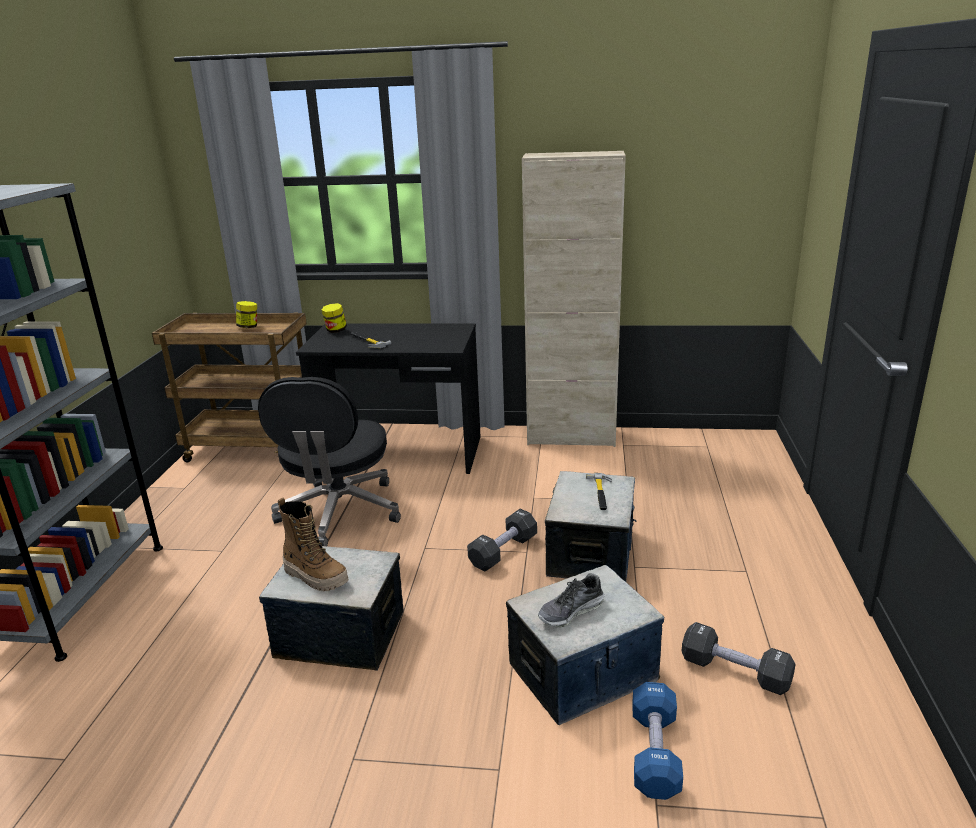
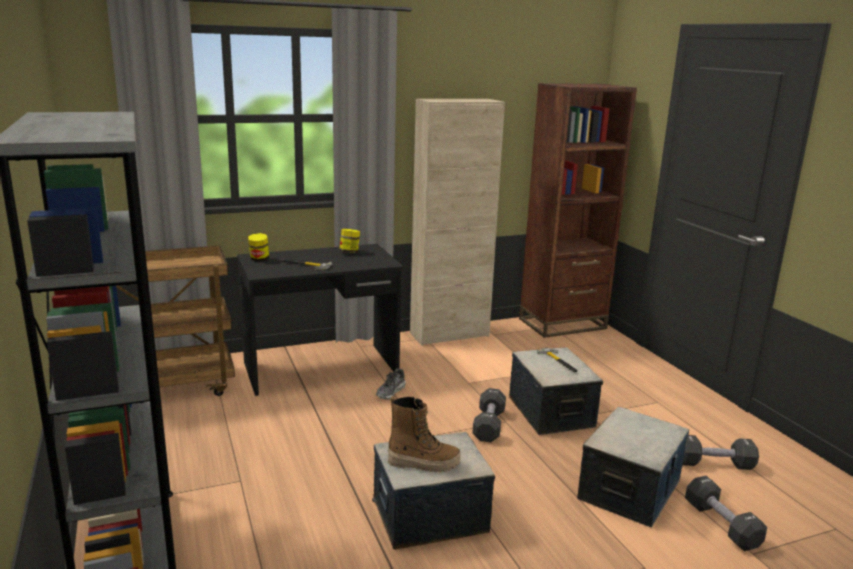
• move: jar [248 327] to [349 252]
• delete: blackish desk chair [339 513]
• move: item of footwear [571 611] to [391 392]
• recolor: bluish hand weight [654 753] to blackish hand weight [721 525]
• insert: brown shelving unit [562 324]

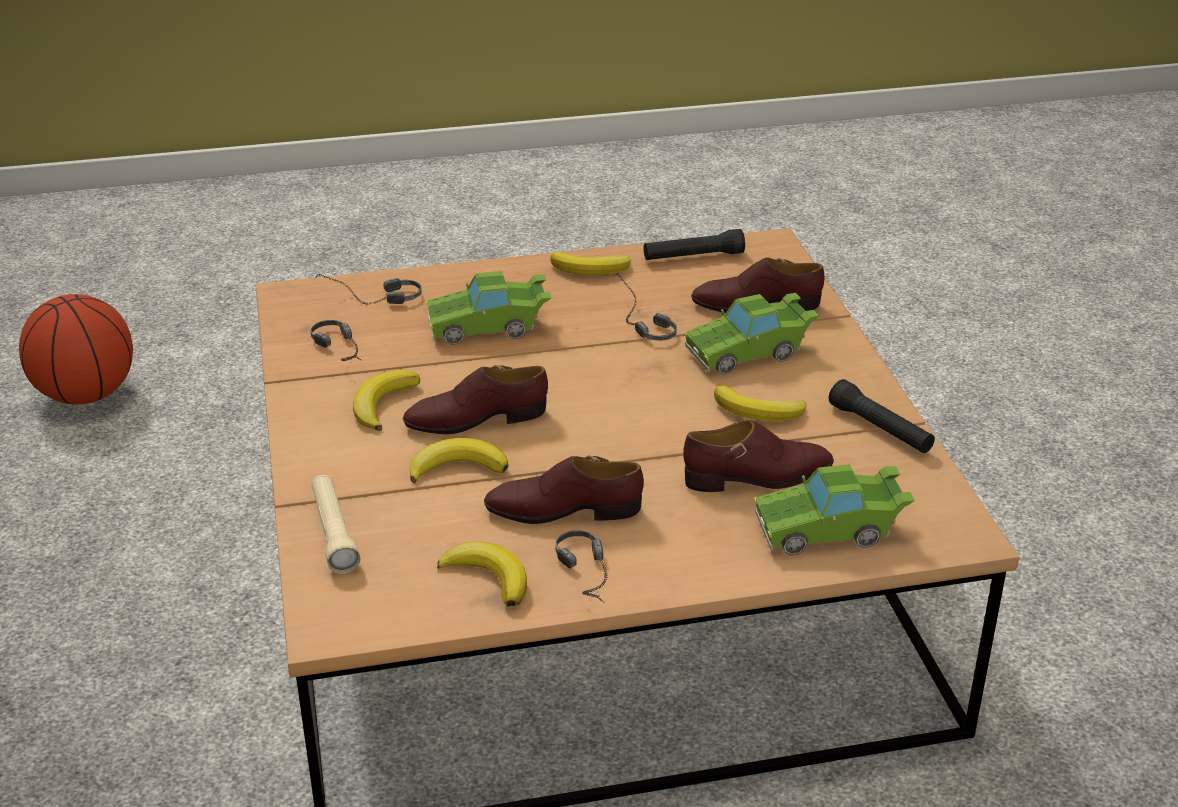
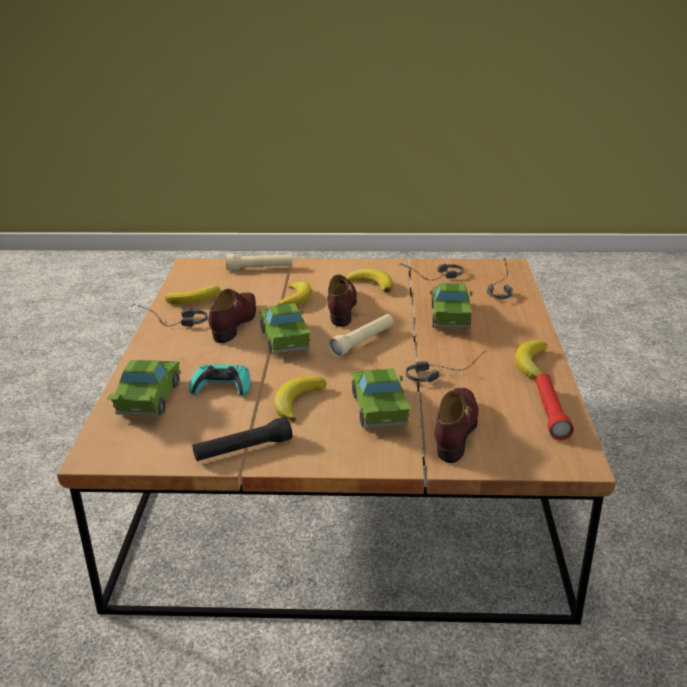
• recolor: blackish flashlight [693 257] to red flashlight [550 413]
• delete: ball for basketball [86 395]
• replace: brown item of footwear [758 477] to turquoise game controller [222 387]
• insert: greenish toy car [285 342]
• insert: beige-coloured flashlight [362 342]

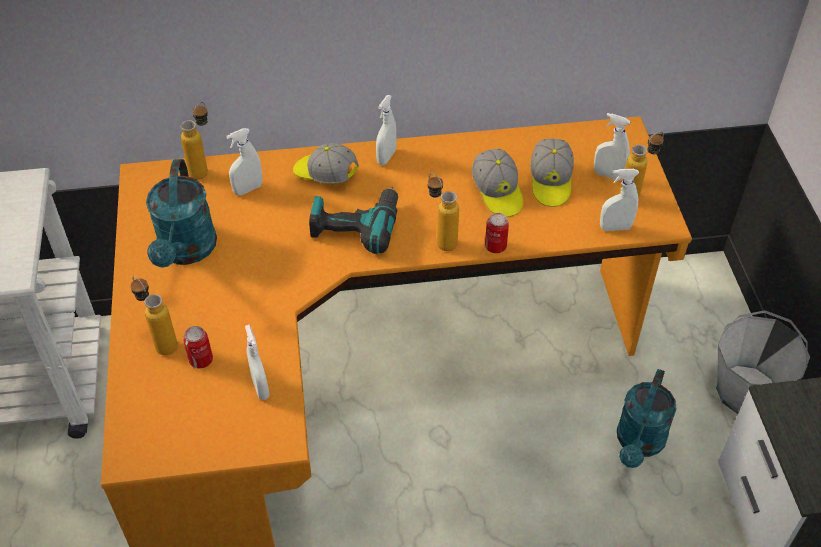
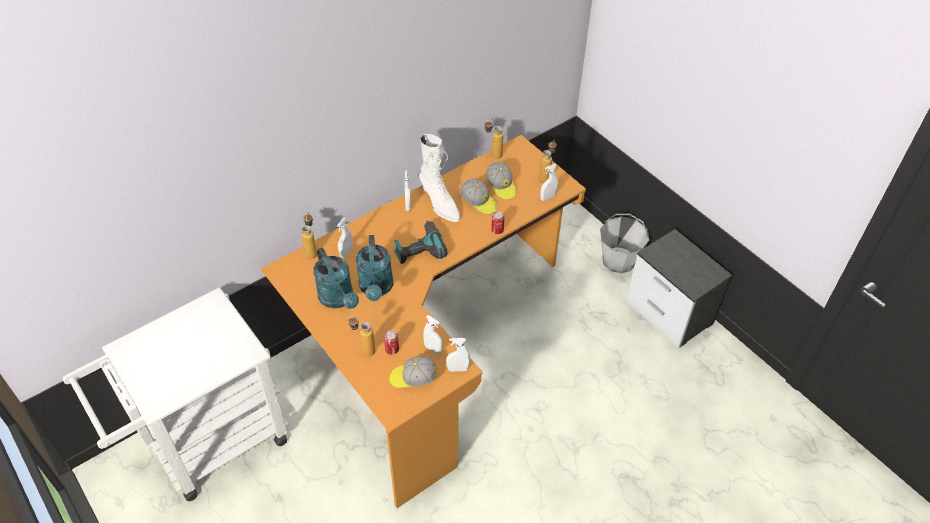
• move: white-coloured spray bottle [608 175] to [458 369]
• move: baseball cap [325 175] to [413 378]
• move: drink bottle [441 240] to [492 154]
• move: turquoise sprinkling can [639 443] to [376 288]
• insert: white-coloured high-top boot [439 203]

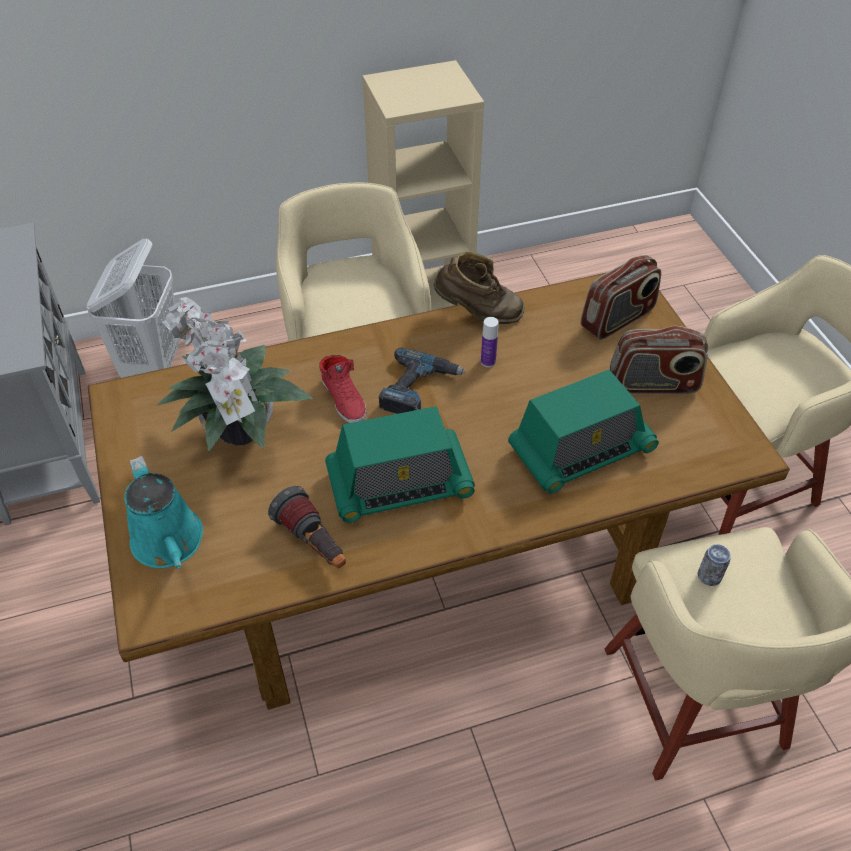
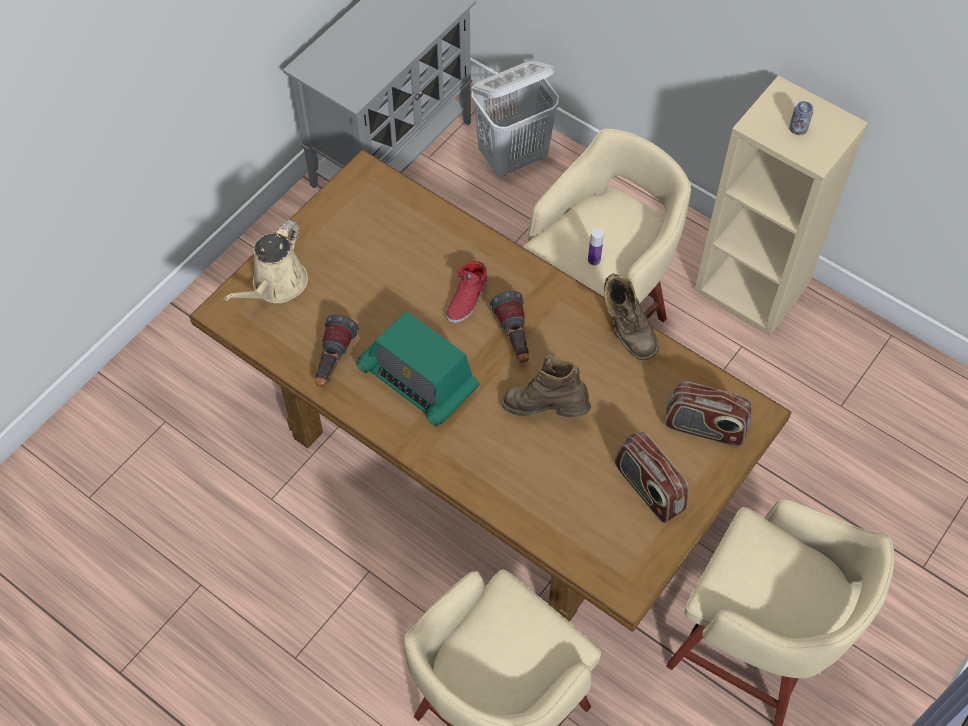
• delete: potted plant [240 437]
• move: drink bottle [488 361] to [594 260]
• replace: drill [419 389] to flashlight [514 338]
• delete: radio receiver [580 450]
• recolor: turquoise sprinkling can [169 544] to beige-coloured sprinkling can [276 285]
• move: can [709 576] to [798 129]
• insert: brown high-top boot [546 409]

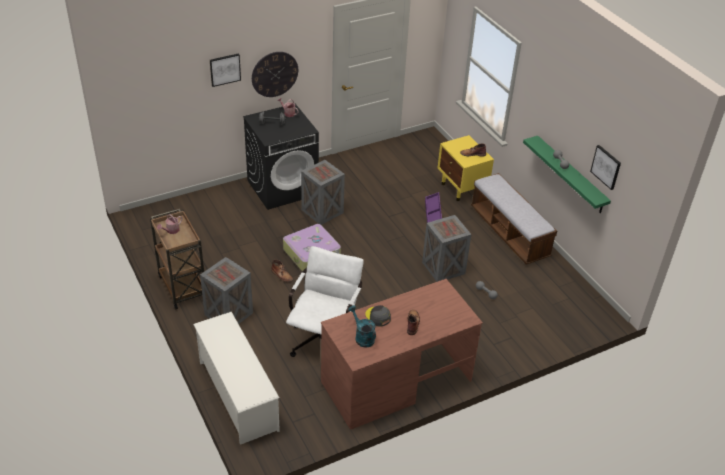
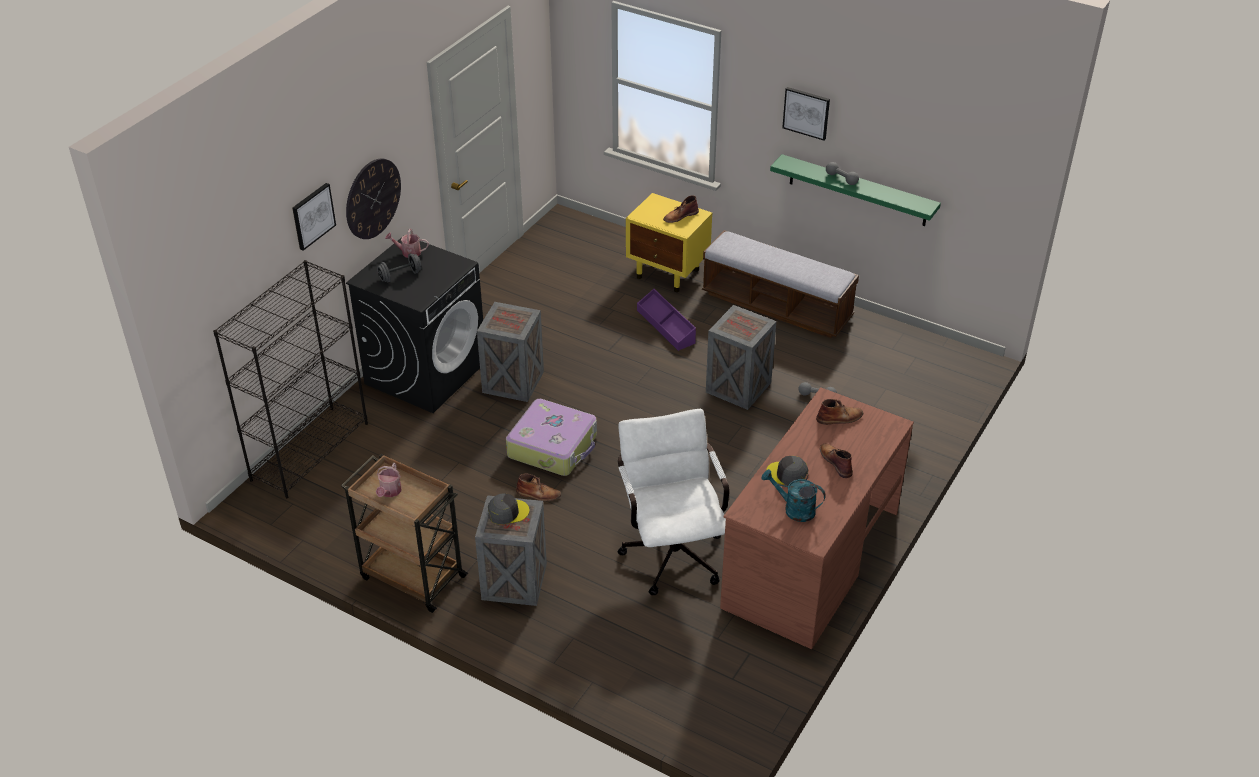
• move: wall picture [606 167] to [806 112]
• delete: white-coloured shoe rack [237 395]
• insert: blackish shelving unit [310 451]
• insert: brown high-top boot [840 418]
• insert: greyish baseball cap [507 512]

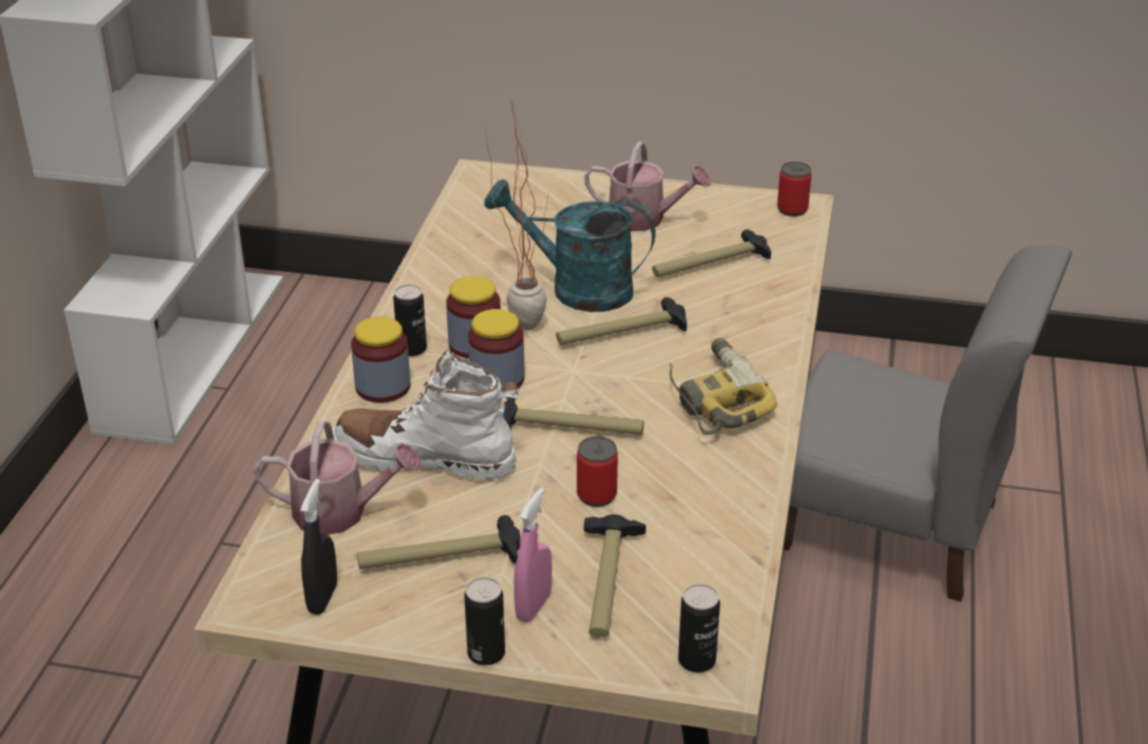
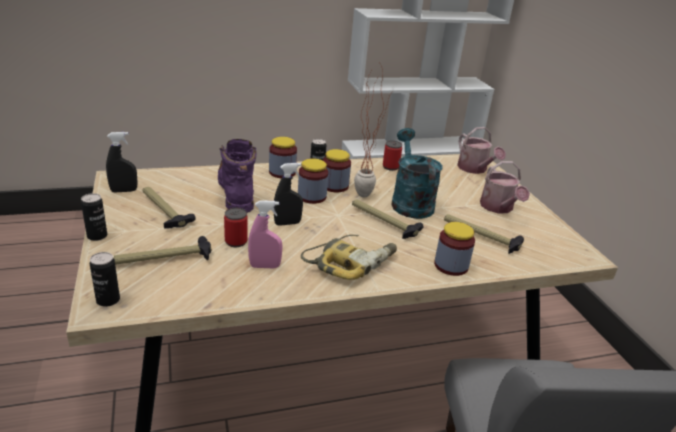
• move: can [792 209] to [390 167]
• recolor: white-coloured high-top boot [425 458] to purple high-top boot [236 192]
• replace: hammer [570 428] to blackish spray bottle [287 223]
• move: sprinkling can [340 512] to [474 169]
• move: pink spray bottle [533 606] to [265 266]
• insert: jar [451 266]

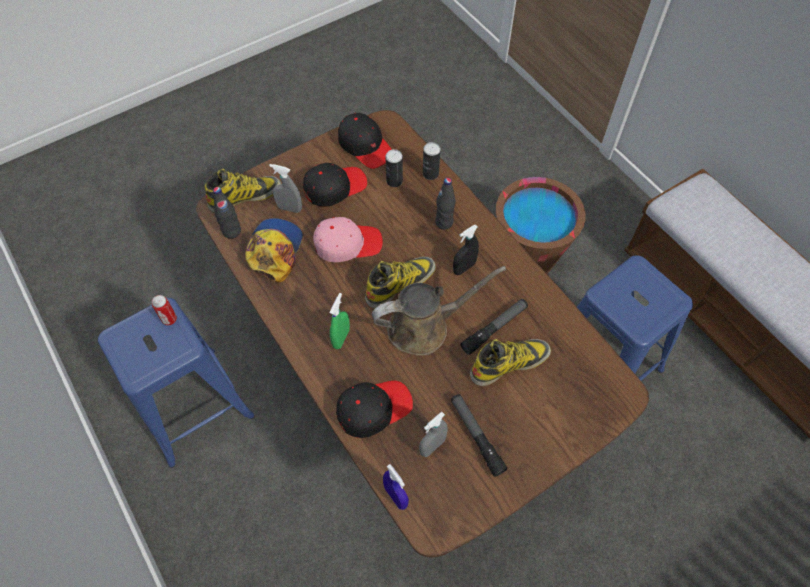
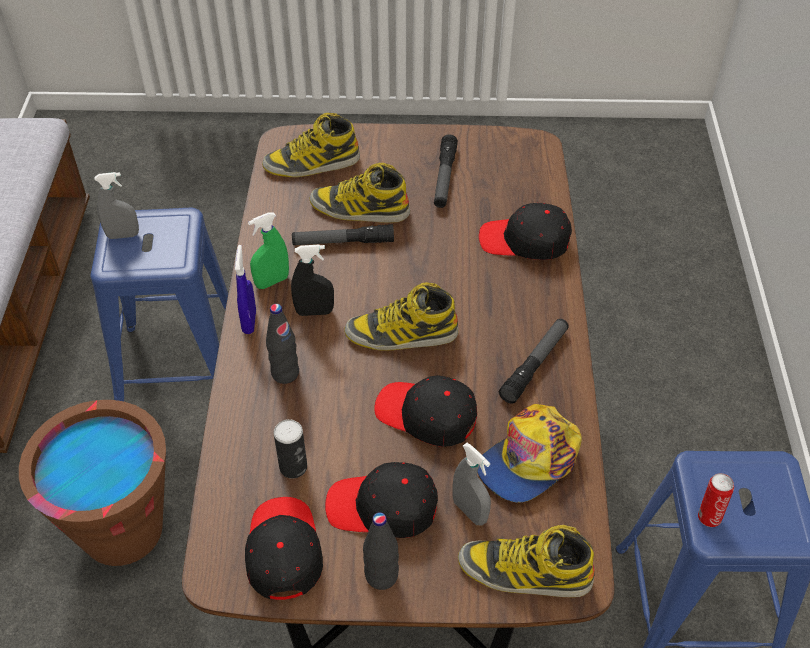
• delete: can [430 174]
• move: blackish drink bottle [232 231] to [381 576]
• recolor: pink baseball cap [347 243] to blackish baseball cap [426 415]
• delete: brown sprinkling can [424 327]
• move: greenish spray bottle [341 338] to [272 281]
• move: greyish spray bottle [432 446] to [123 235]
• move: bluish spray bottle [396 496] to [249 321]
• insert: high-top boot [312 164]
• insert: flashlight [534 364]

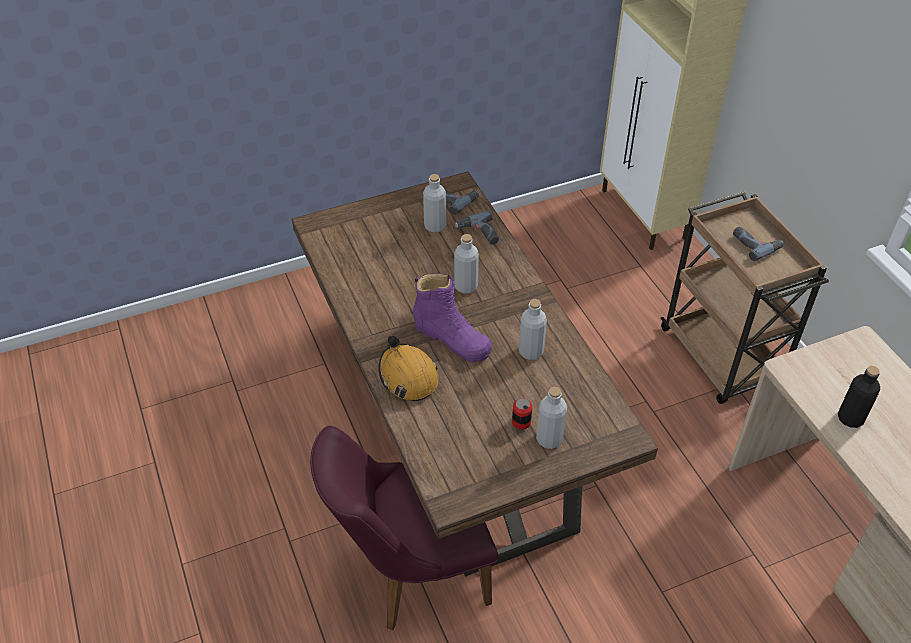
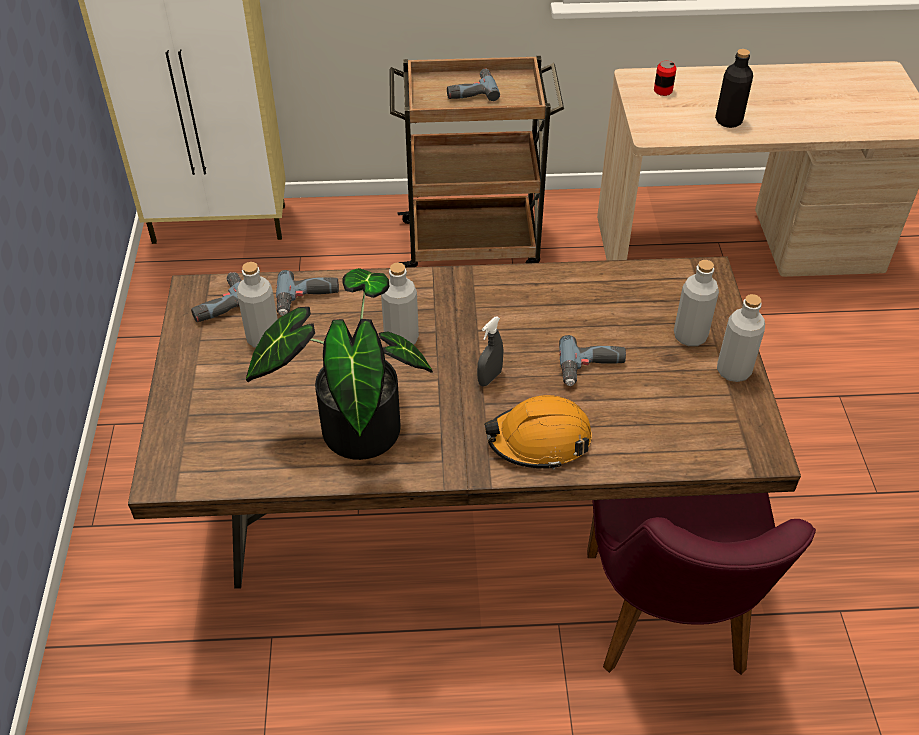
• replace: purple high-top boot [452 338] to greyish spray bottle [489 378]
• move: greyish drink bottle [531 351] to [733 371]
• move: can [521 422] to [663 90]
• insert: potted plant [353 426]
• insert: drill [591 368]

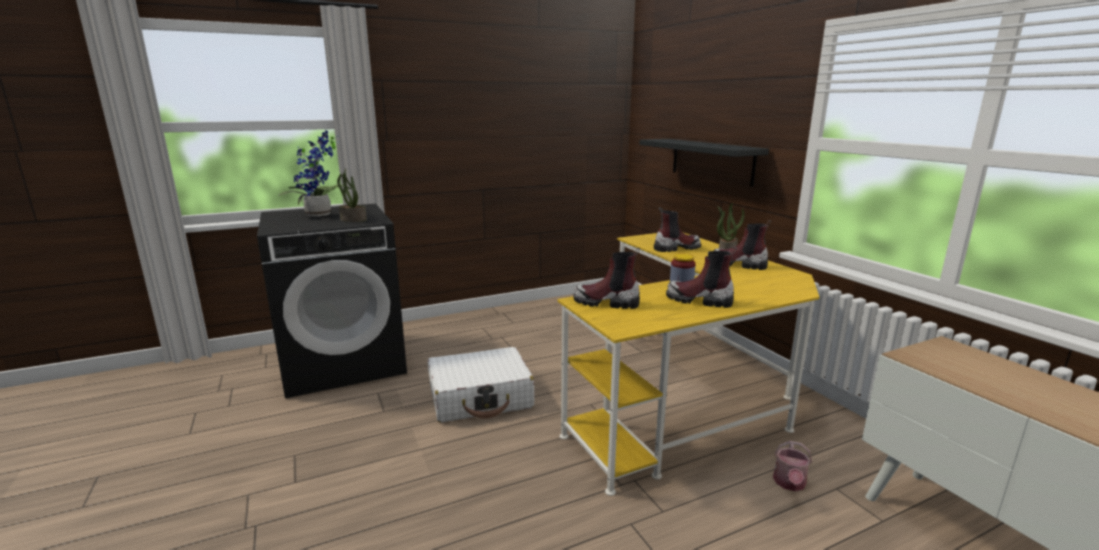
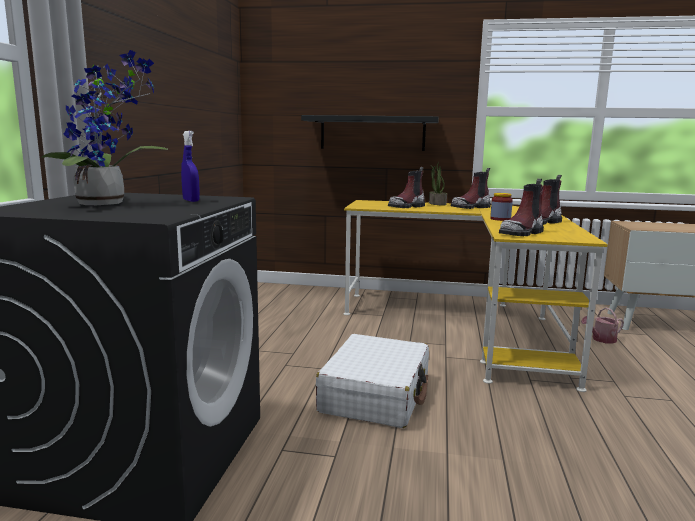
• replace: potted plant [353 220] to bluish spray bottle [191 201]
• rotate: high-top boot [676 248] = [407 206] 150 degrees counterclockwise
• rotate: sprinkling can [789 484] = [601 339] 105 degrees clockwise

